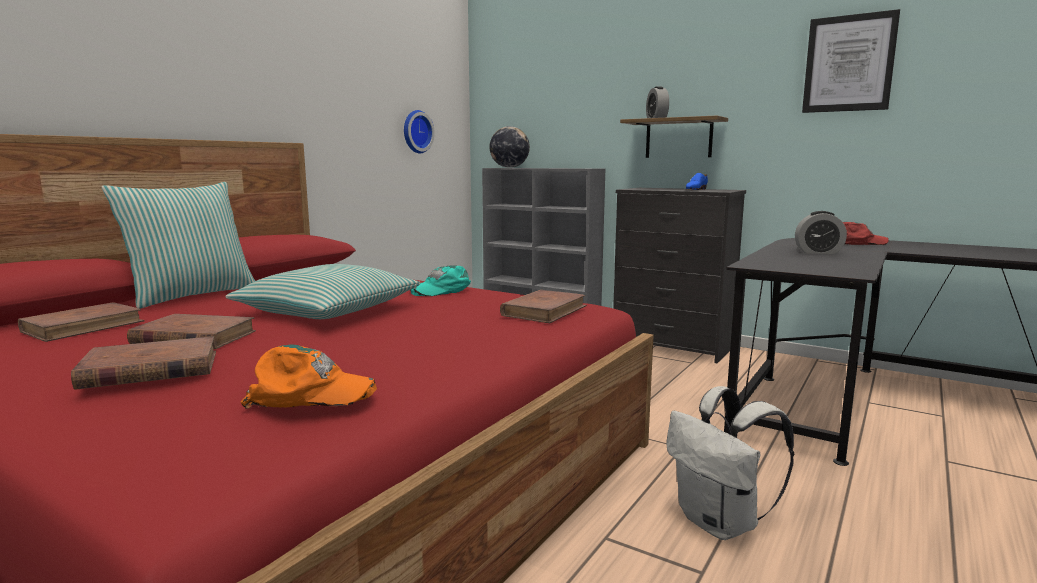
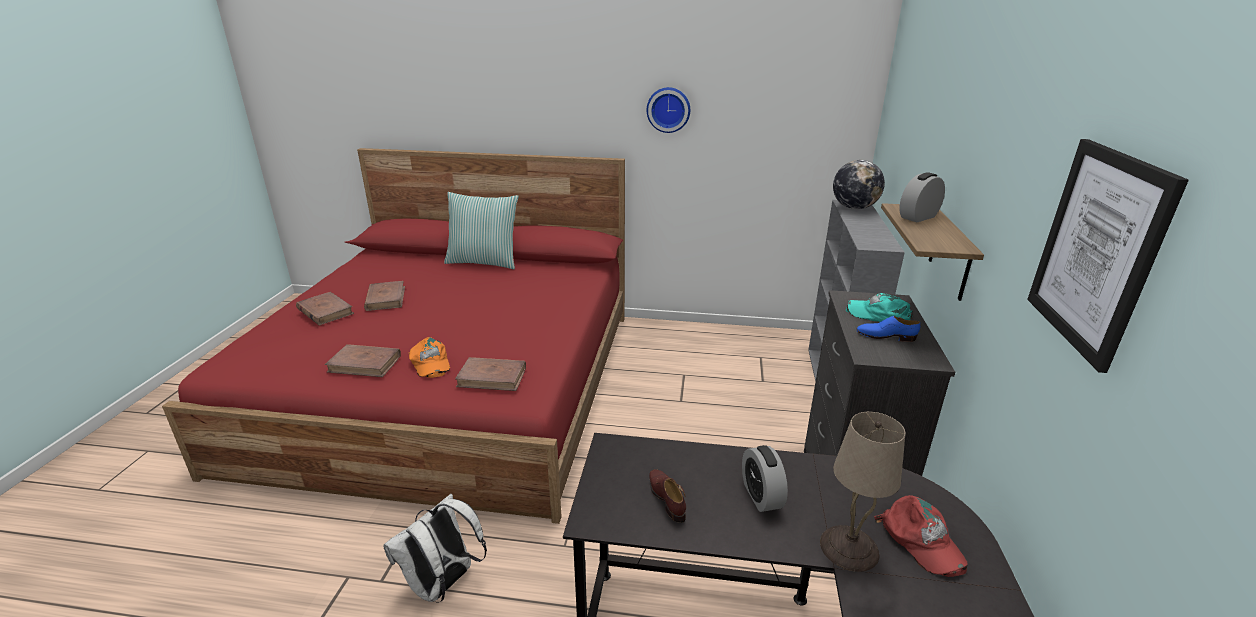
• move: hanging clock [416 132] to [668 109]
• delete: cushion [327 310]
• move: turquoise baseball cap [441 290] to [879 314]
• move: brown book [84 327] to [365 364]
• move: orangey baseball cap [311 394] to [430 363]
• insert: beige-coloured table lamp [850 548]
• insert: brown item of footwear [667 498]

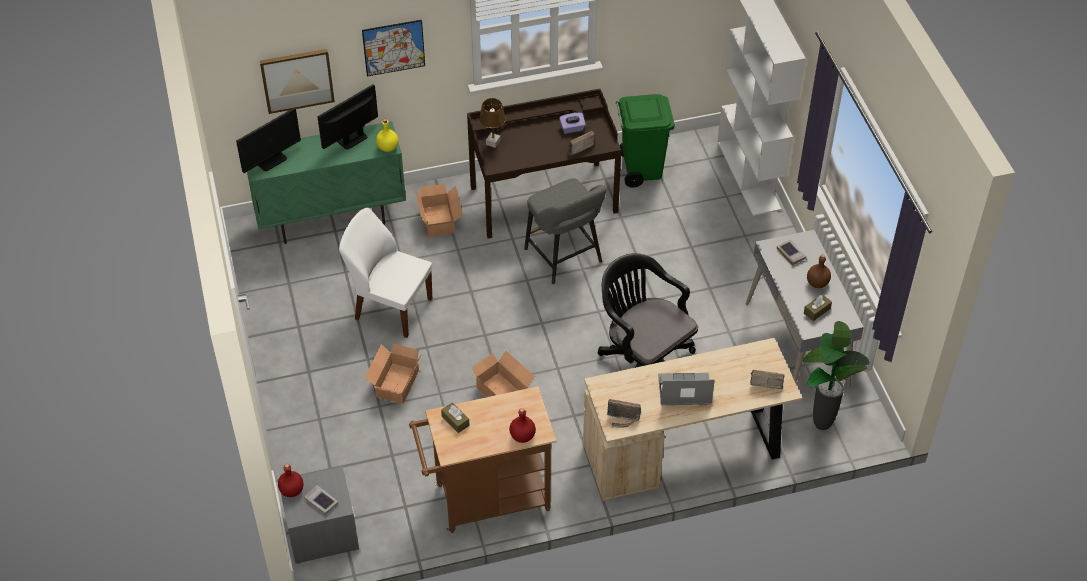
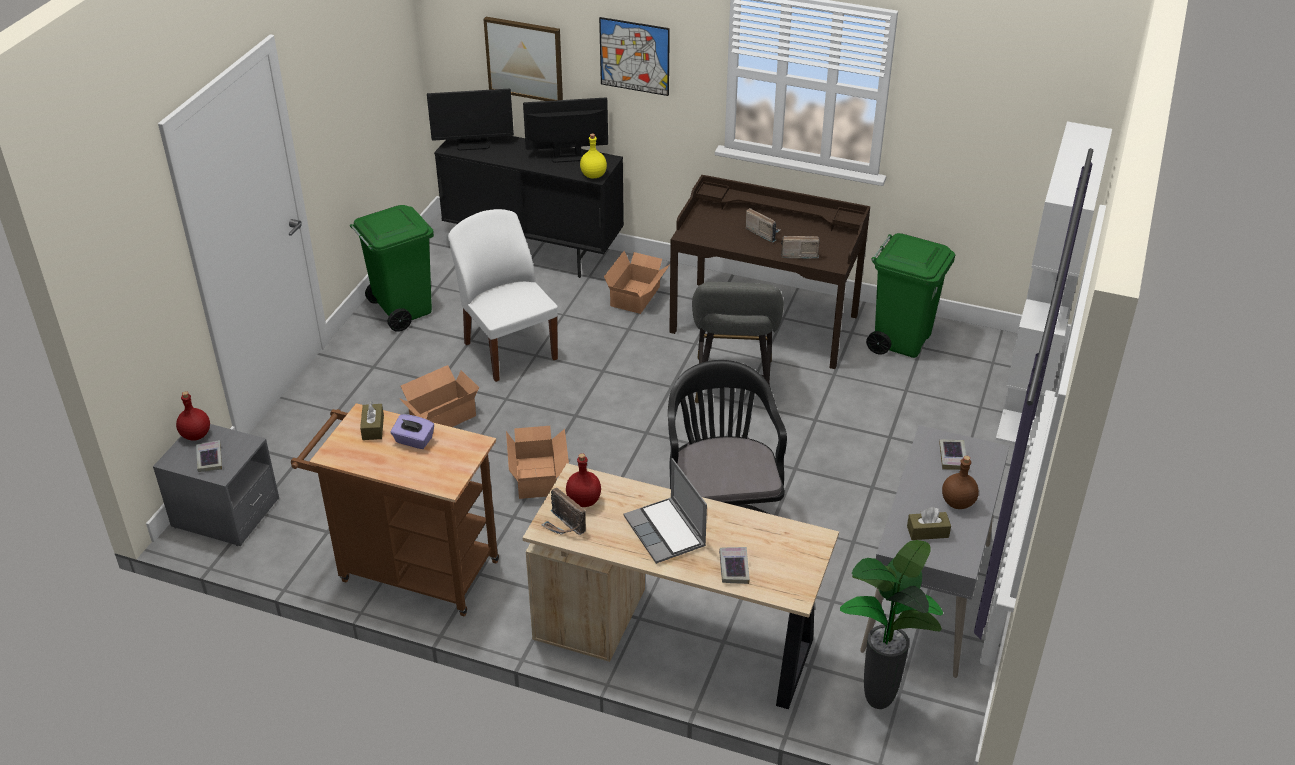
• delete: brown table lamp [493 142]
• move: purple tissue box [572 128] to [413 441]
• recolor: greenish cabinet [331 219] to blackish cabinet [534 253]
• move: radio receiver [765 381] to [763 232]
• rotate: notebook computer [683 391] = [666 532] 150 degrees counterclockwise
• move: red drink bottle [522 436] to [583 500]
• insert: greenish waste bin [402 310]
• insert: book [734 568]

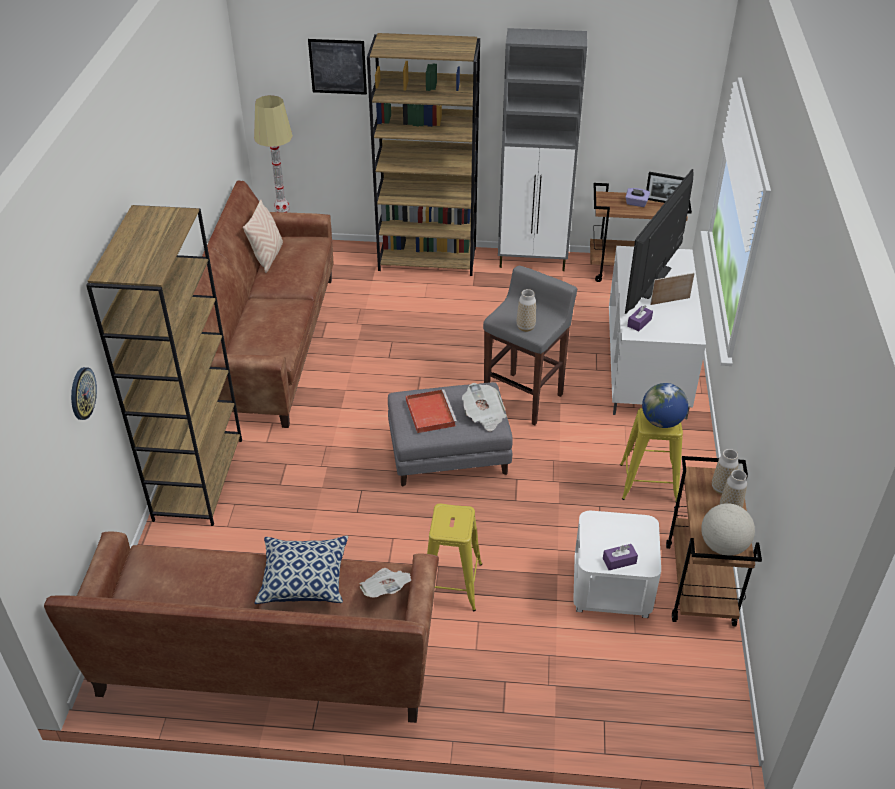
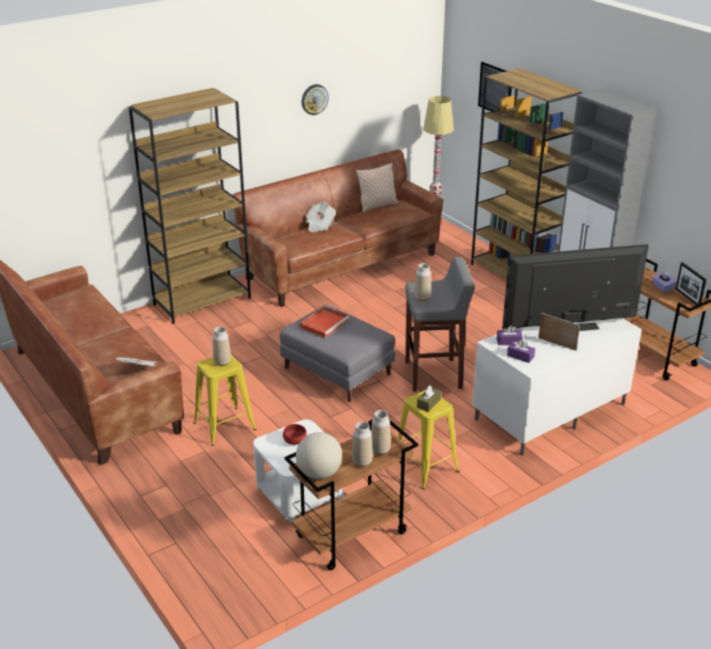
• move: hanging clock [82 393] to [314 99]
• move: printed paper [484 416] to [319 225]
• replace: globe [662 421] to brown tissue box [428 403]
• delete: cushion [304 579]
• move: purple tissue box [619 561] to [520 356]
• insert: vase [222 362]
• insert: red serving bowl [295 441]

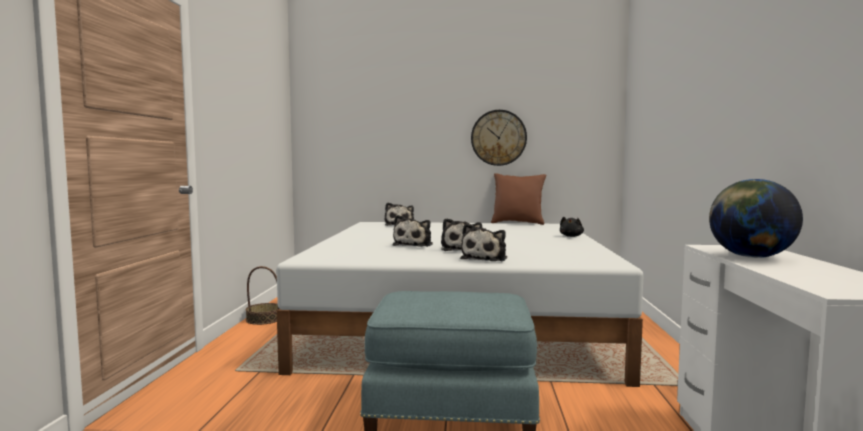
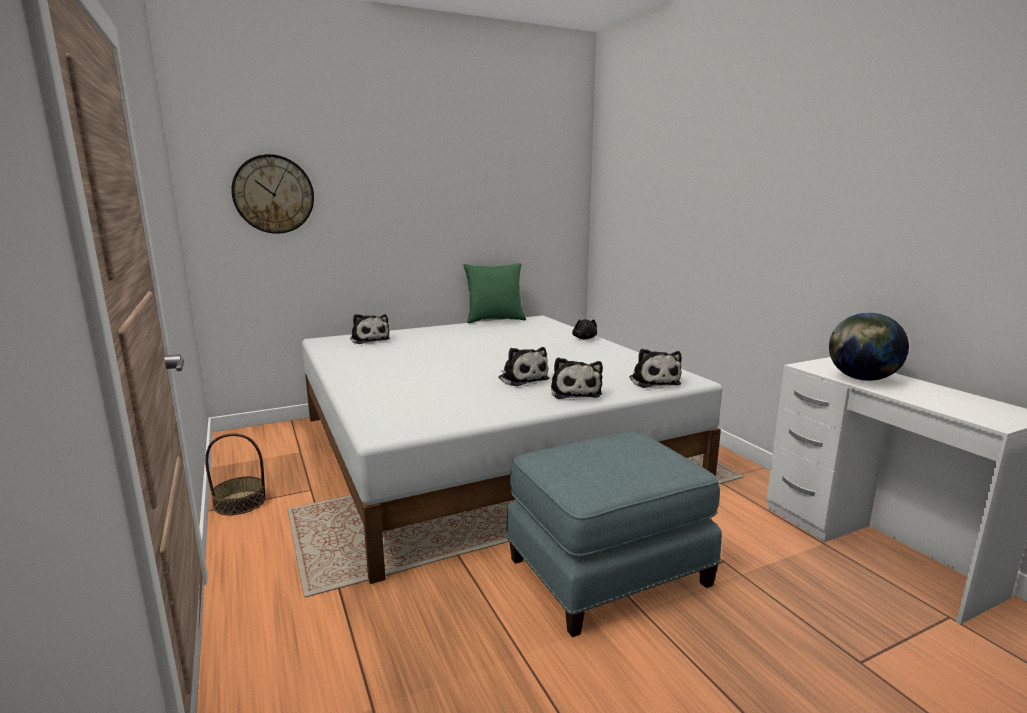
• move: hanging clock [498 137] to [273 194]
• recolor: brown cushion [518 223] to greenish cushion [495 320]
• move: cuddly toy [414 245] to [653 381]

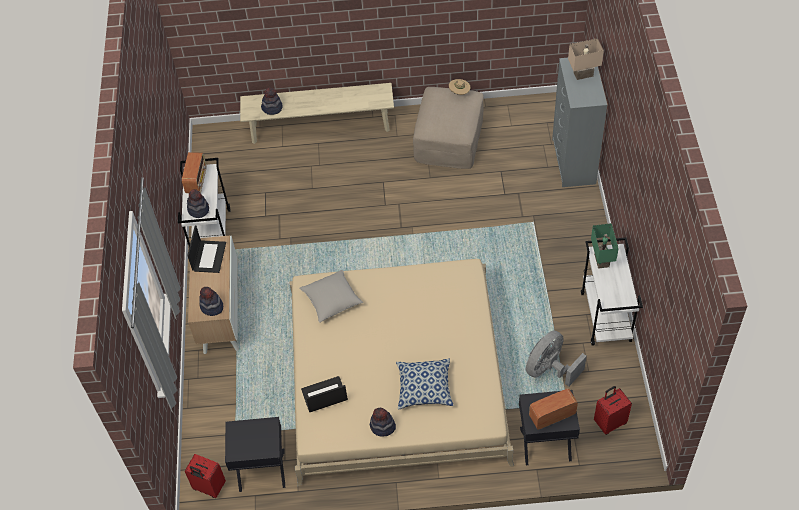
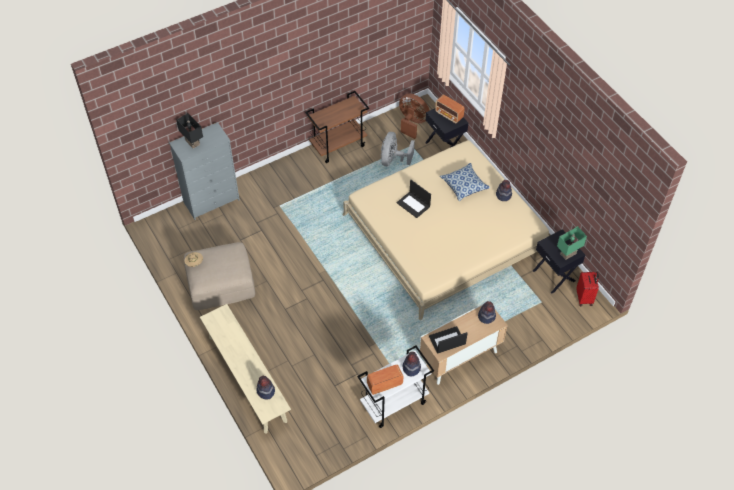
• recolor: beige-coloured table lamp [583 73] to blackish table lamp [192 143]
• move: greenish table lamp [600 260] to [568 254]
• recolor: white-coloured cart [606 317] to brown cart [338 145]
• delete: greyish cushion [332 300]
• rotate: greyish cooling fan [550 369] = [393 160] 90 degrees clockwise
• move: notebook computer [324 395] to [413 205]
• replace: red suitcase [609 422] to brown cooling fan [412 123]

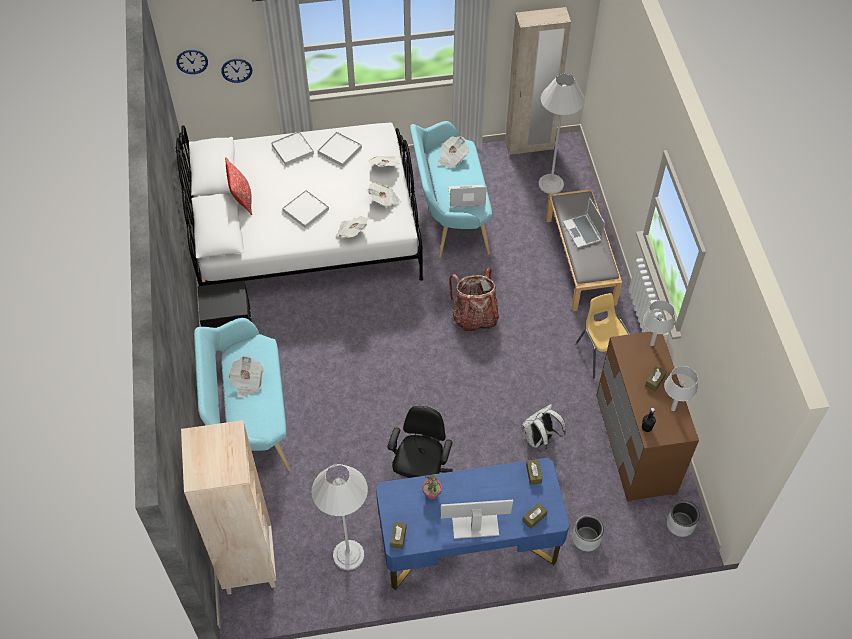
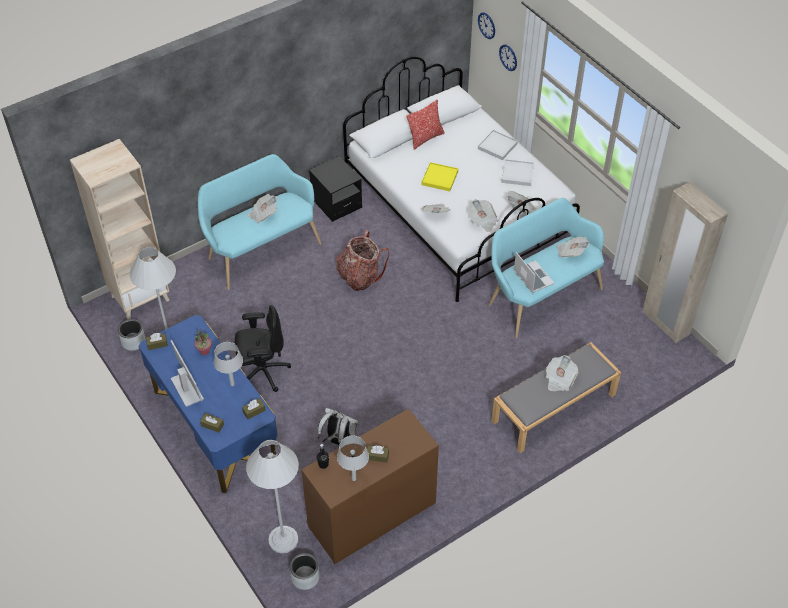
• move: white-coloured standard lamp [551 184] to [283 539]
• recolor: white-coloured serving tray [305 210] to yellowish serving tray [439 178]
• replace: notebook computer [583 232] to printed paper [559 379]
• move: knapsack [474 317] to [360 277]
• delete: yellowish plain chair [601 354]
• move: greyish table lamp [652 344] to [232 384]
• move: greyish flower pot [586 538] to [133 341]

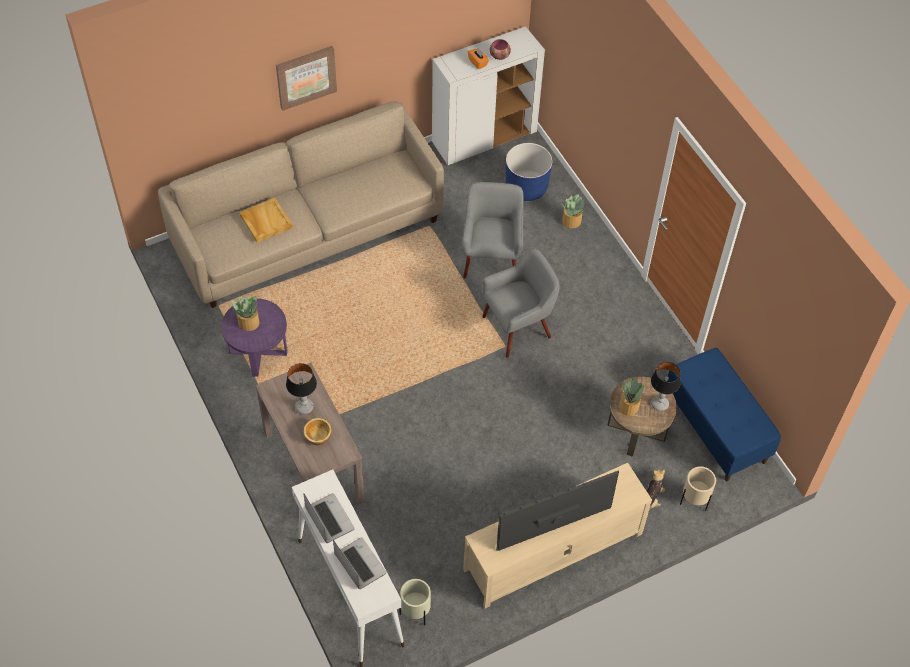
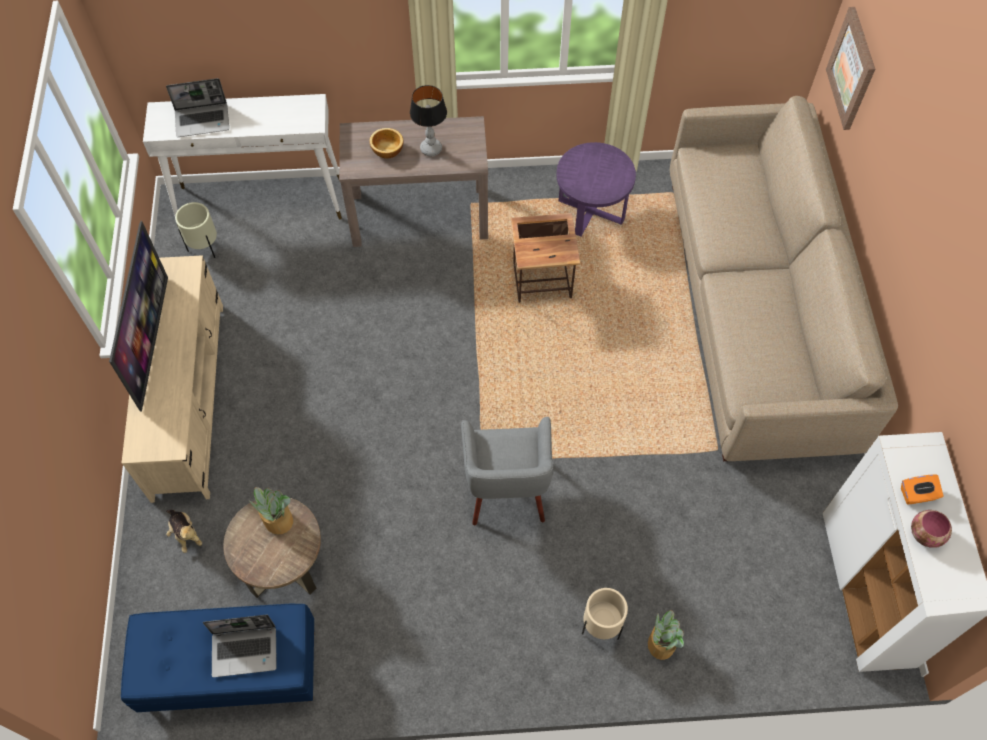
• move: wall picture [306 77] to [852 69]
• delete: bluish flower pot [526 187]
• delete: greyish easy chair [491 259]
• delete: beige-coloured serving tray [265 221]
• delete: potted plant [248 323]
• delete: table lamp [660 404]
• move: beige-coloured flower pot [694 501] to [601 627]
• move: notebook computer [328 518] to [245 650]
• insert: accent table [543 281]

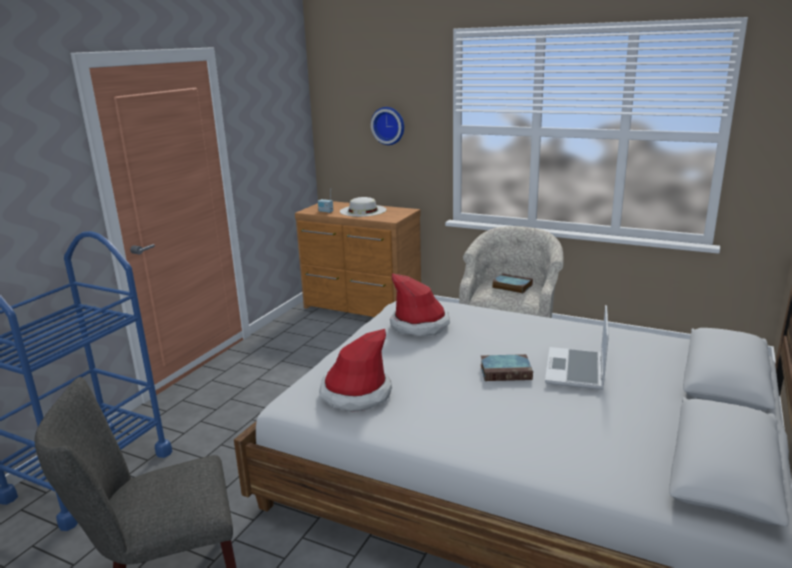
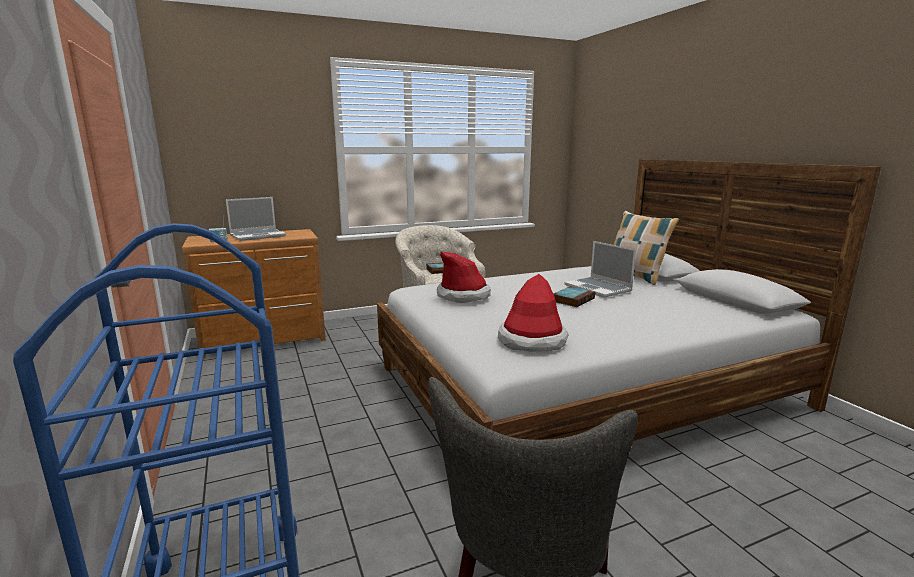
• delete: hanging clock [388 125]
• replace: white-coloured hat [363 210] to notebook computer [258 236]
• insert: cushion [635 276]

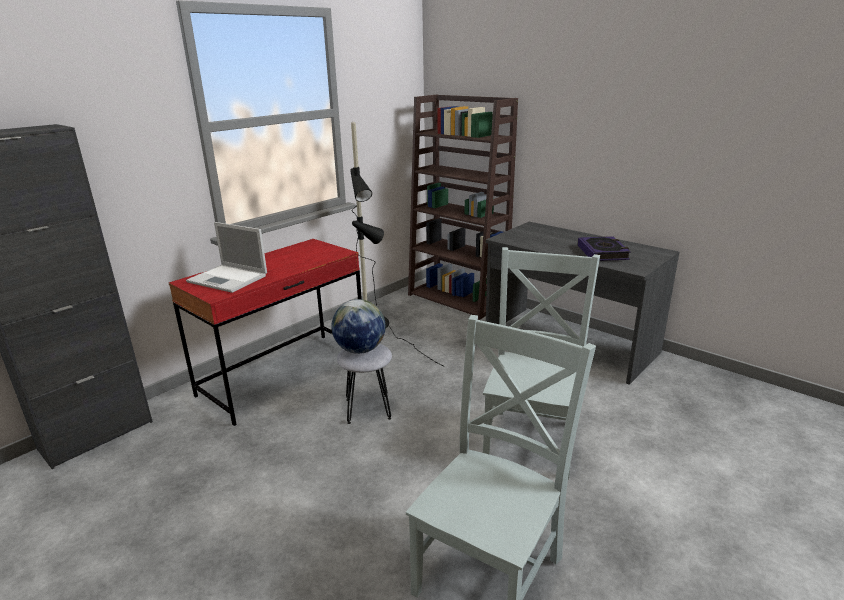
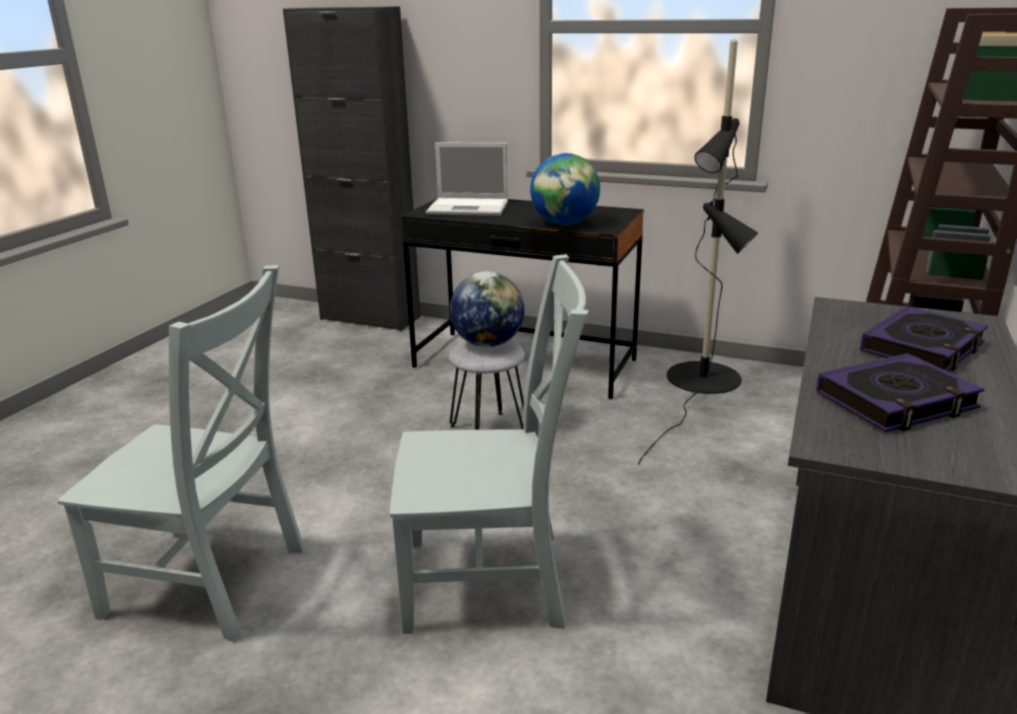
• rotate: notebook computer [229 279] = [470 207] 90 degrees counterclockwise
• recolor: red desk unit [285 375] to blackish desk unit [525 364]
• insert: globe [564 223]
• insert: book [922 348]

